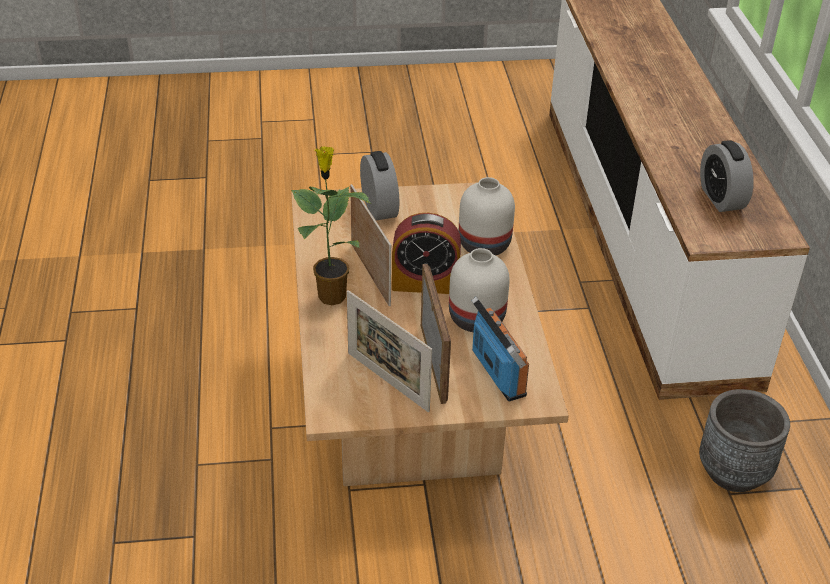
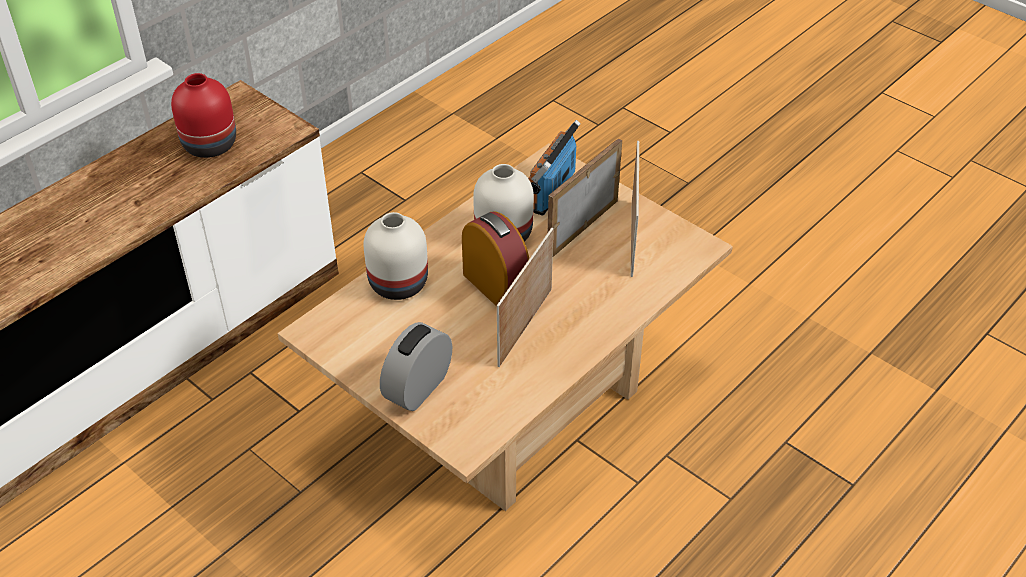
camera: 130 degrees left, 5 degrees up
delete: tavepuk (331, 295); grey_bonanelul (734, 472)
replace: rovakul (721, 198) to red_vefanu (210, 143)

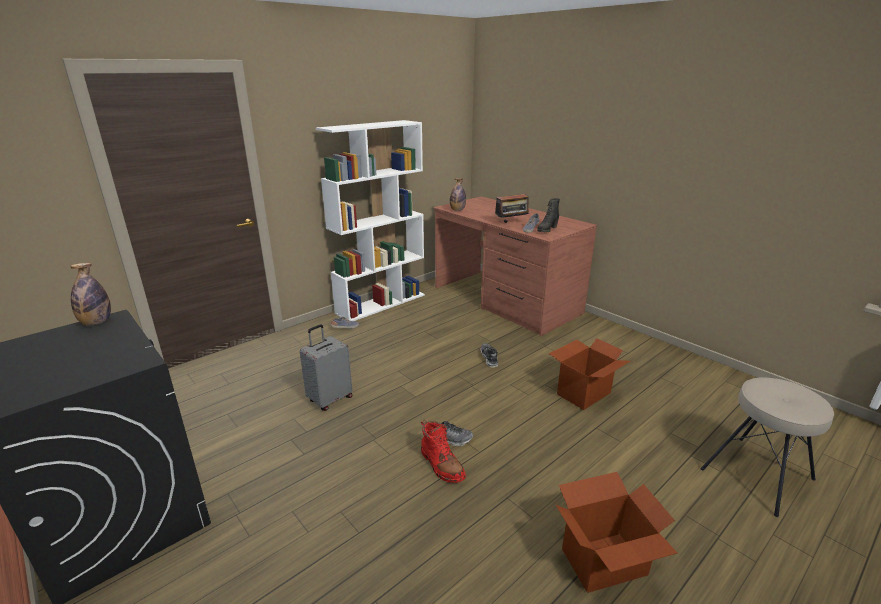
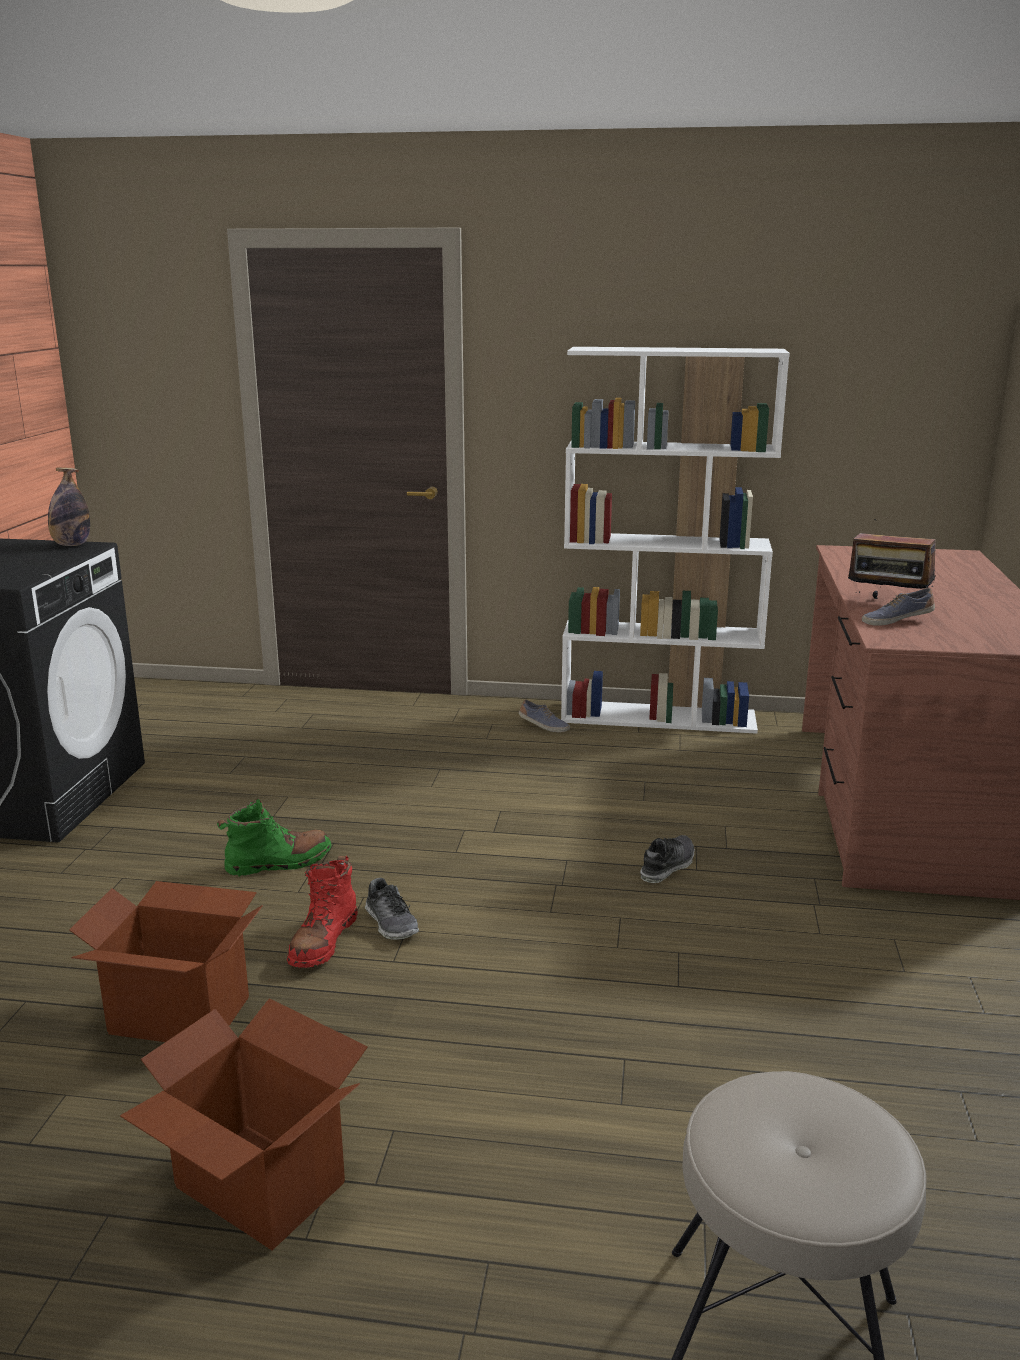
camera: 50 degrees right, 5 degrees down
delete: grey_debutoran (330, 399); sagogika (457, 210); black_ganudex (547, 229)
insert: green_ganudex (279, 862)
move: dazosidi (583, 393) to (180, 1014)

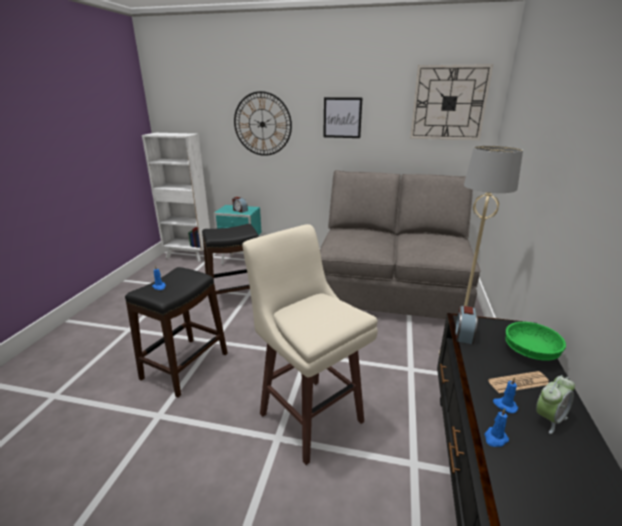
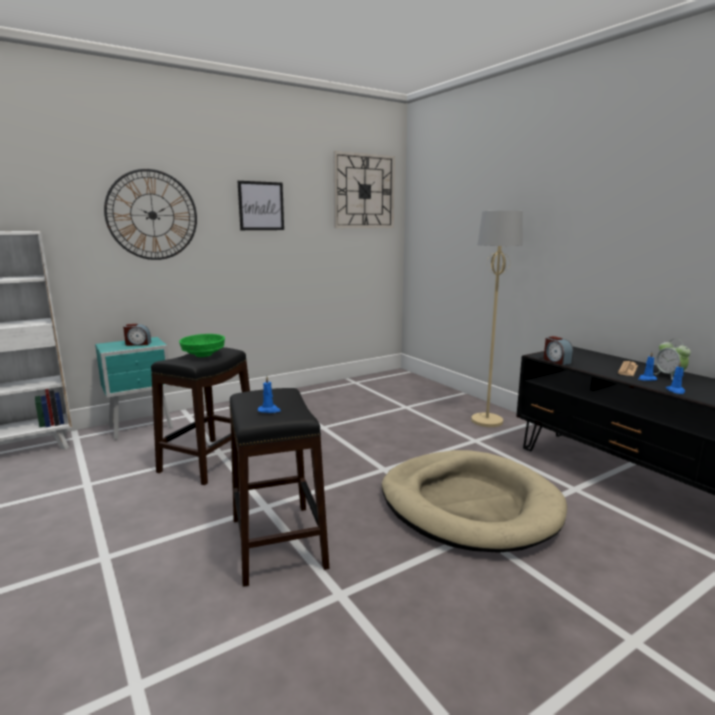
camera: 45 degrees left, 10 degrees down
delete: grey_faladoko (391, 292)
move: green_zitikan (529, 352) to (203, 355)
replace: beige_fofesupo (309, 415) to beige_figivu (469, 505)
rotate: rovakul (548, 418) = (669, 376) 150 degrees clockwise

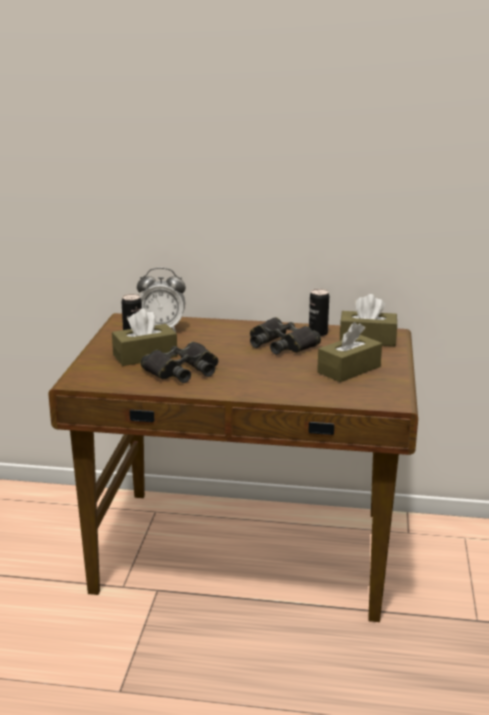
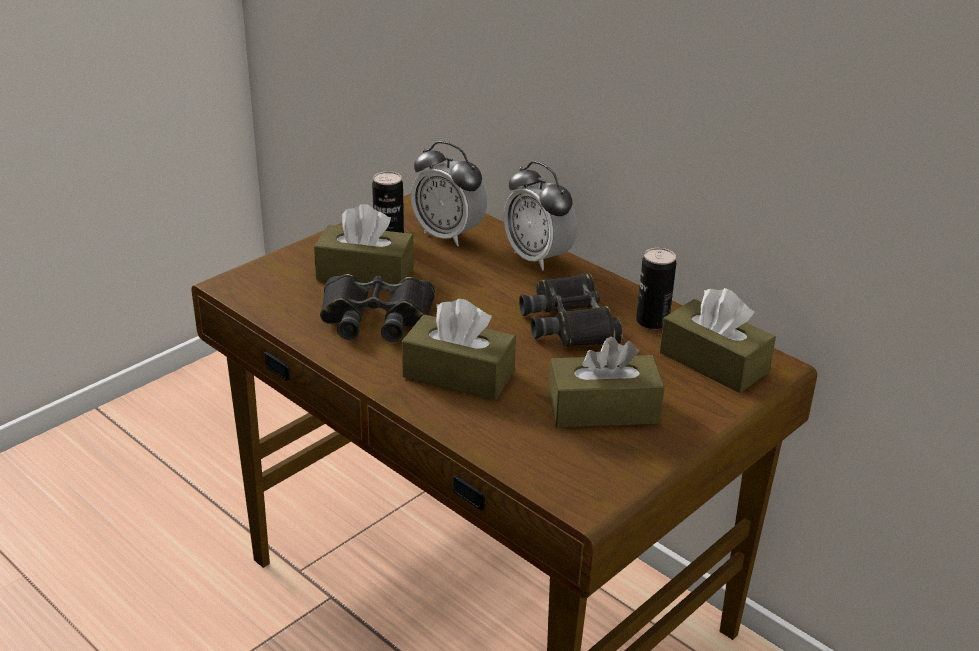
camera: 35 degrees right, 10 degrees up
insert: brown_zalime (458, 374); rovakul (538, 258)

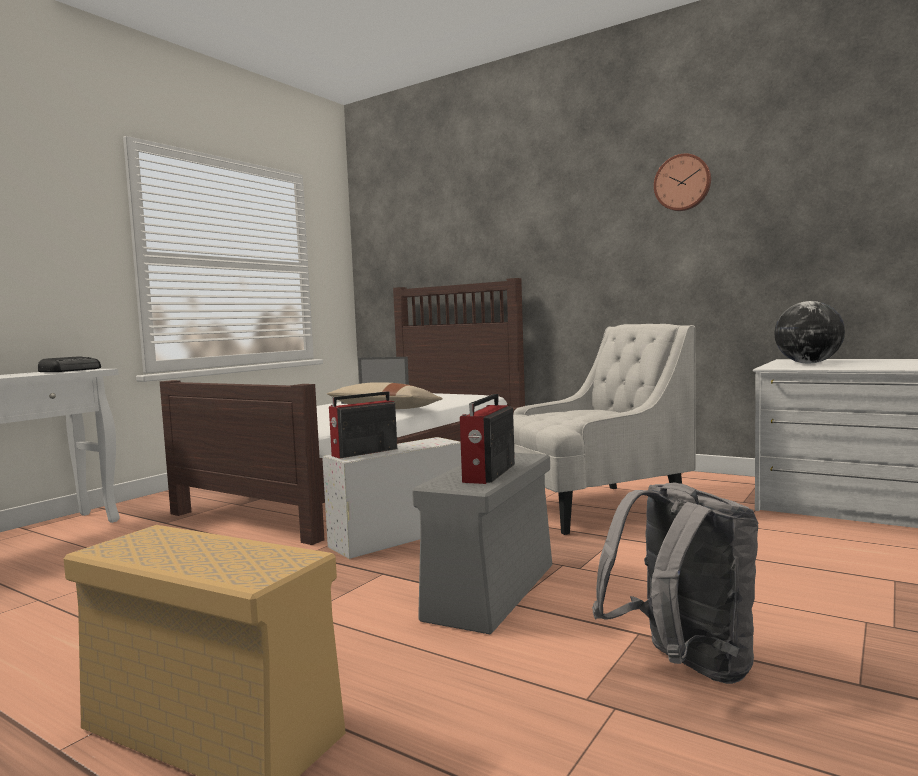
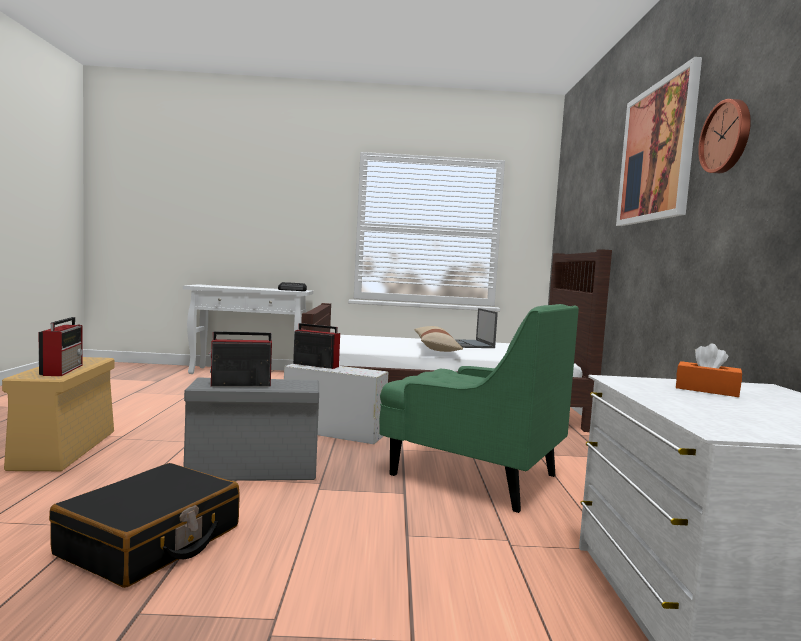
camera: 55 degrees right, 0 degrees up
insert: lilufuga (63, 370); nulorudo (656, 153)
replace: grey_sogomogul (682, 668) to black_debutoran (151, 541); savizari (808, 363) to orange_zalime (707, 390)
recolor: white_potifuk (590, 509) to green_potifuk (472, 474)

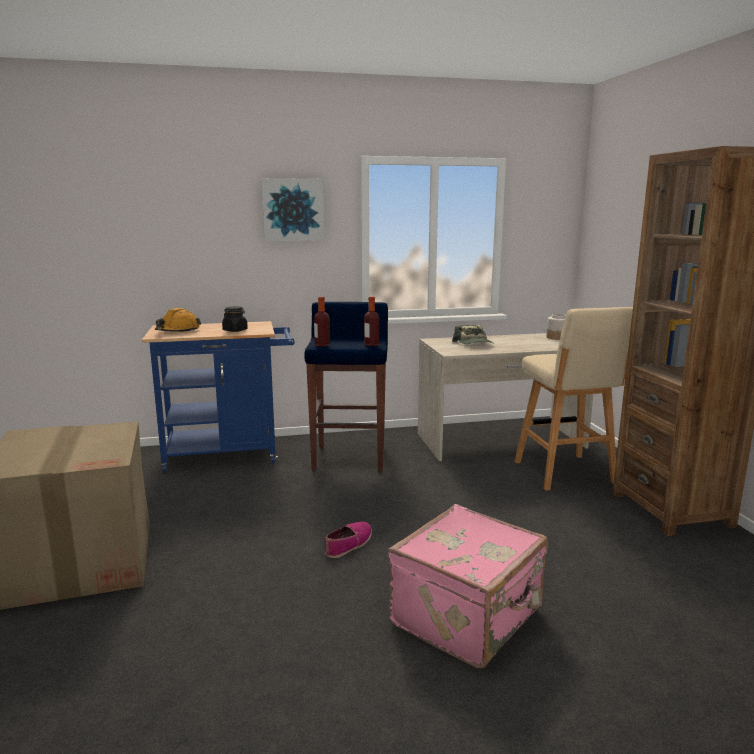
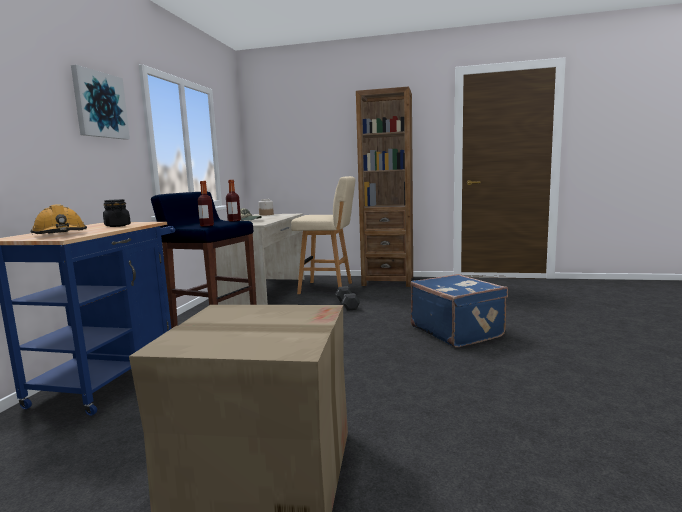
camera: 65 degrees left, 5 degrees down
delete: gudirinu (348, 544)
insert: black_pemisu (347, 305)
recolor: pink_debutoran (469, 617) to blue_debutoran (457, 331)

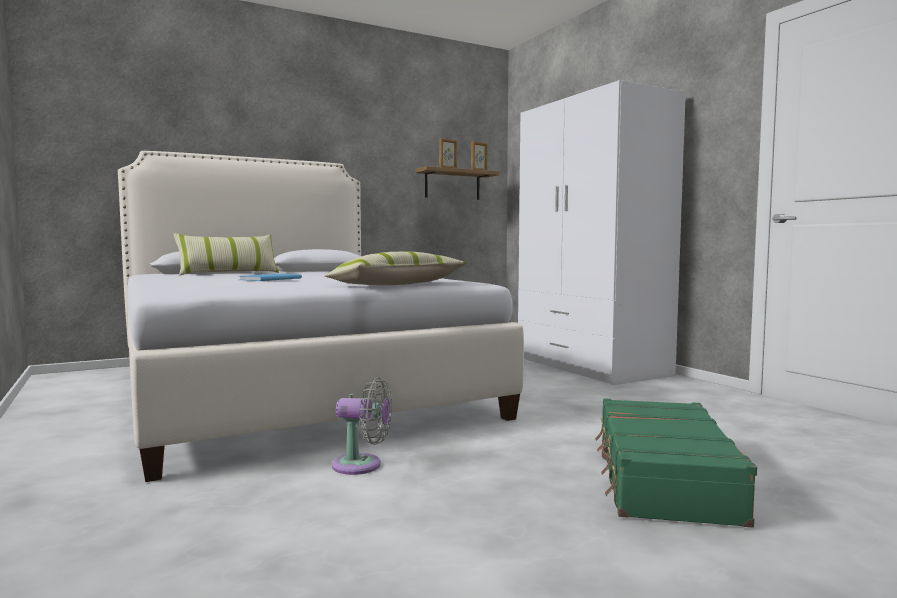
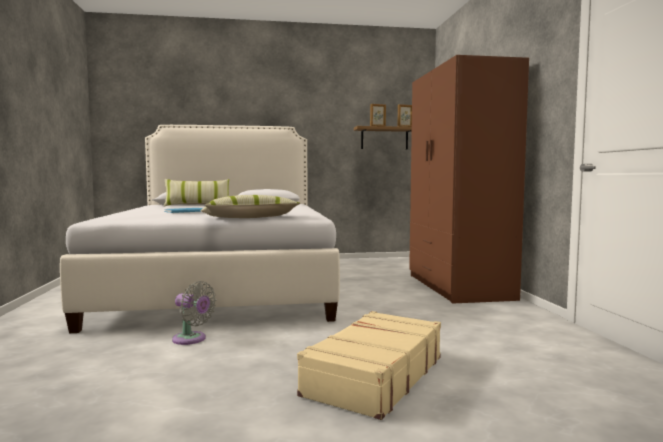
camera: 20 degrees right, 0 degrees up
recolor: green_debutoran (662, 478) to beige_debutoran (374, 376); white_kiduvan (590, 366) to brown_kiduvan (458, 287)

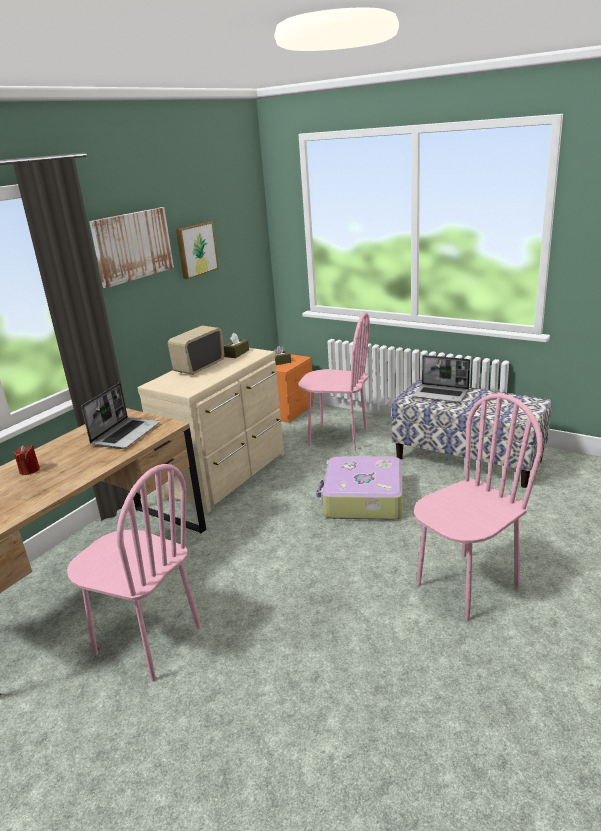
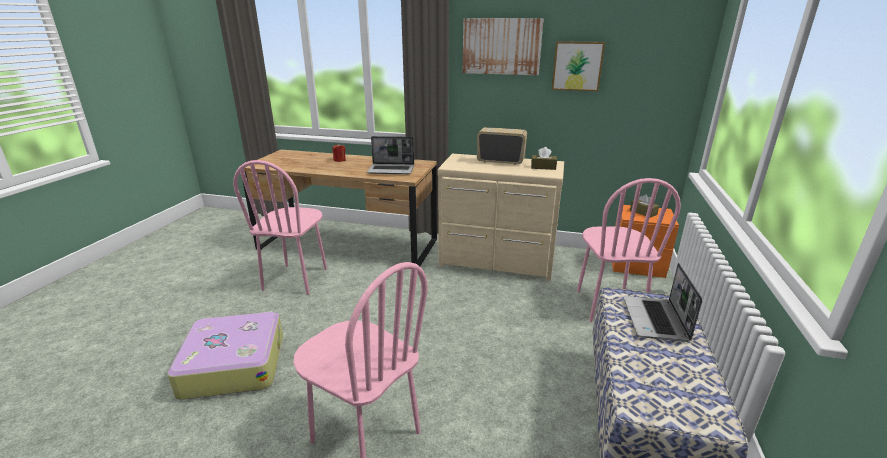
camera: 70 degrees right, 0 degrees up
move: debutoran (362, 499) to (233, 364)

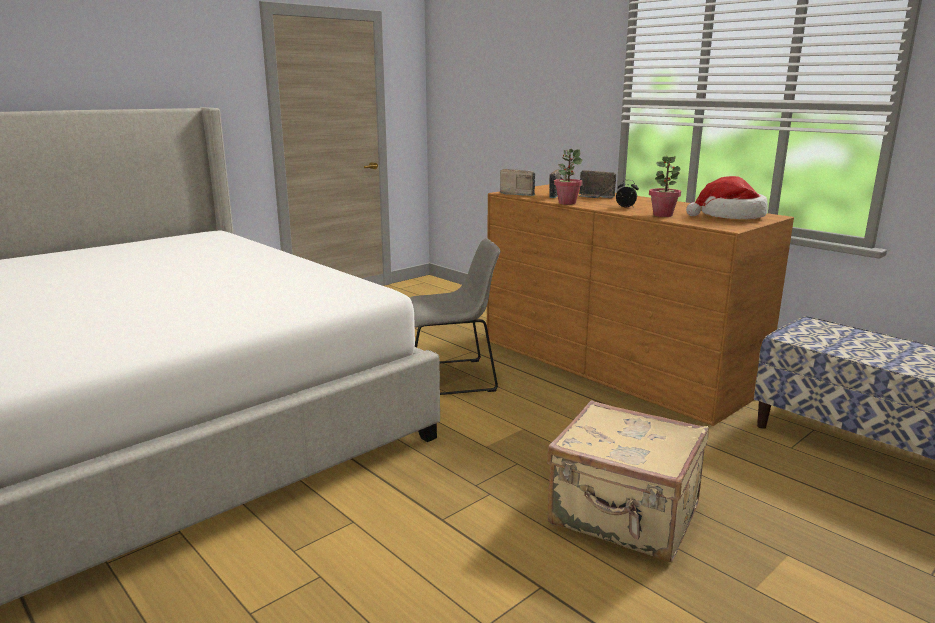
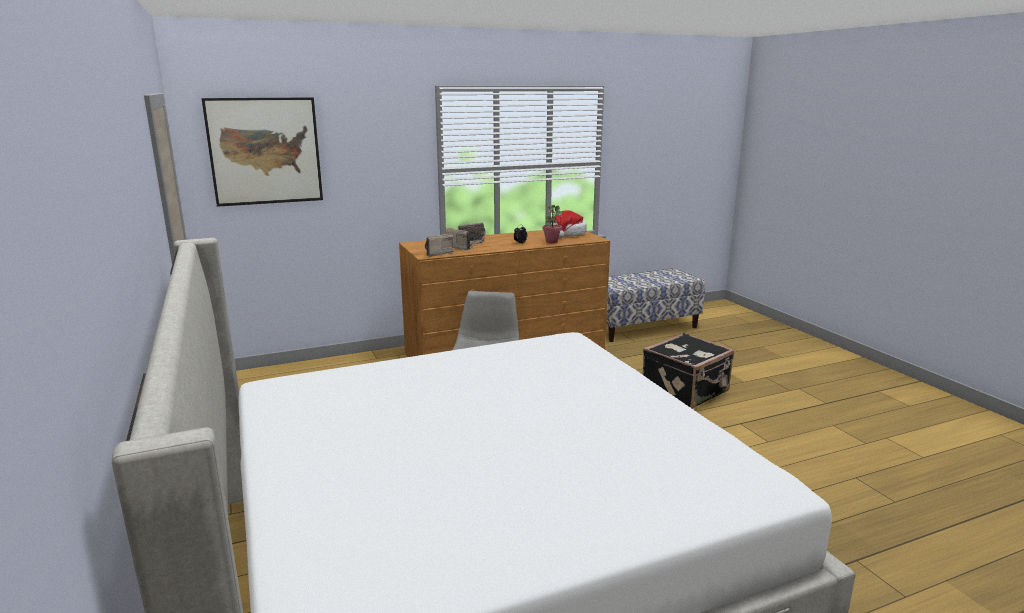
camera: 70 degrees left, 0 degrees up
delete: tavepuk (567, 203)
insert: nulorudo (265, 151)
recolor: beige_debutoran (624, 517) to black_debutoran (686, 392)

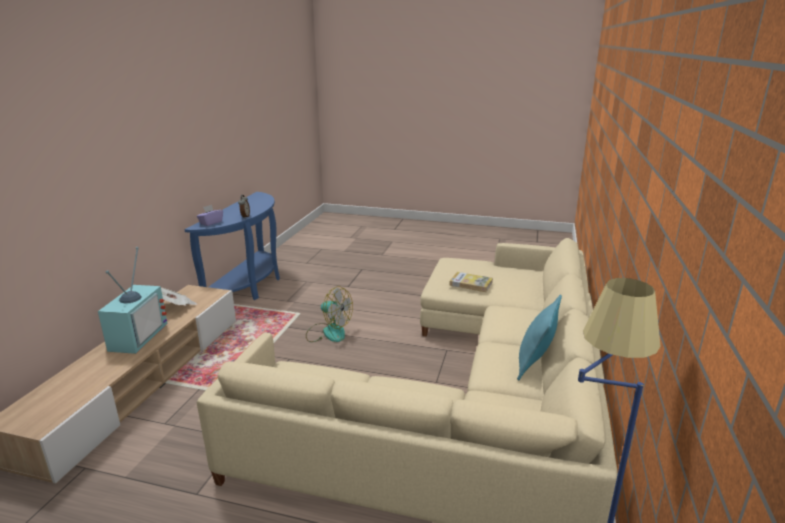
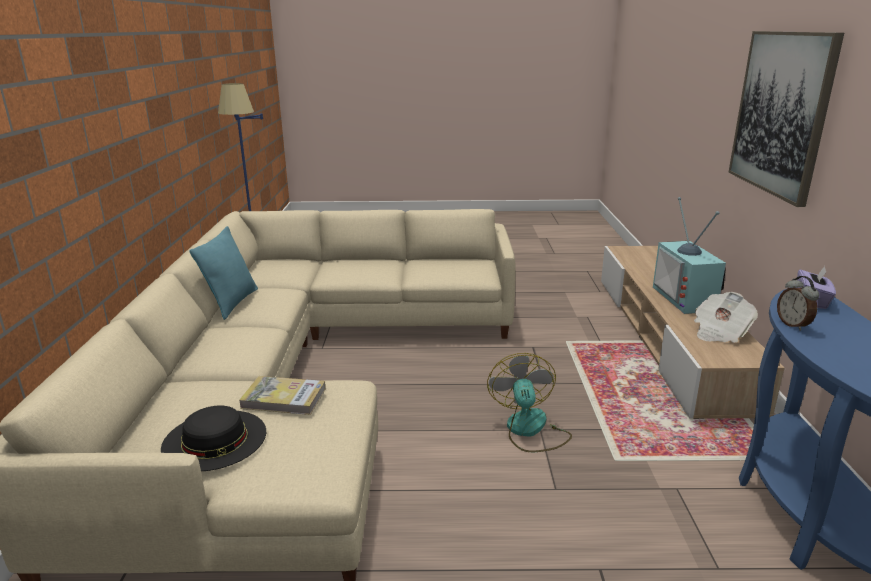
camera: 165 degrees right, 0 degrees up
insert: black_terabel (214, 439); nulorudo (781, 113)
rotate: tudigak (328, 332) = (529, 430) 75 degrees clockwise

